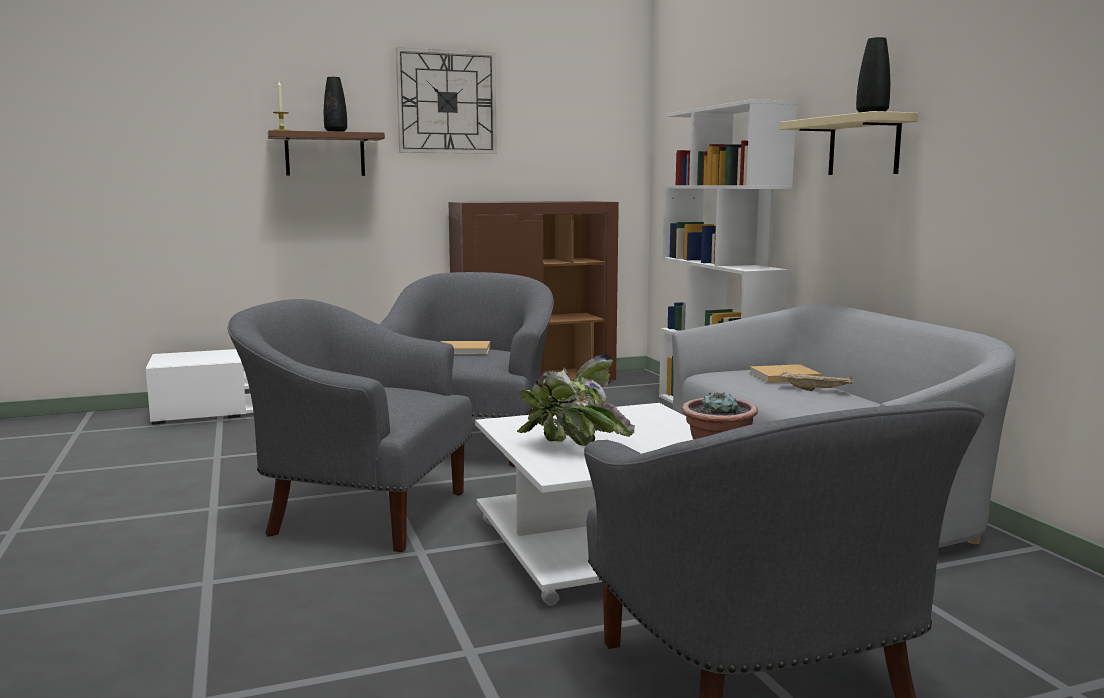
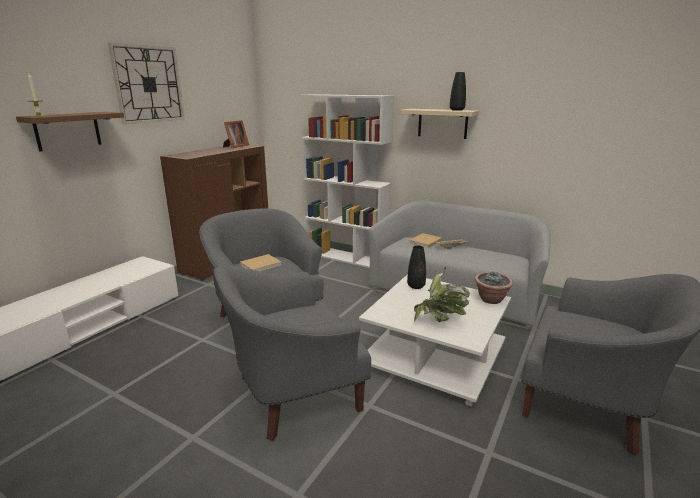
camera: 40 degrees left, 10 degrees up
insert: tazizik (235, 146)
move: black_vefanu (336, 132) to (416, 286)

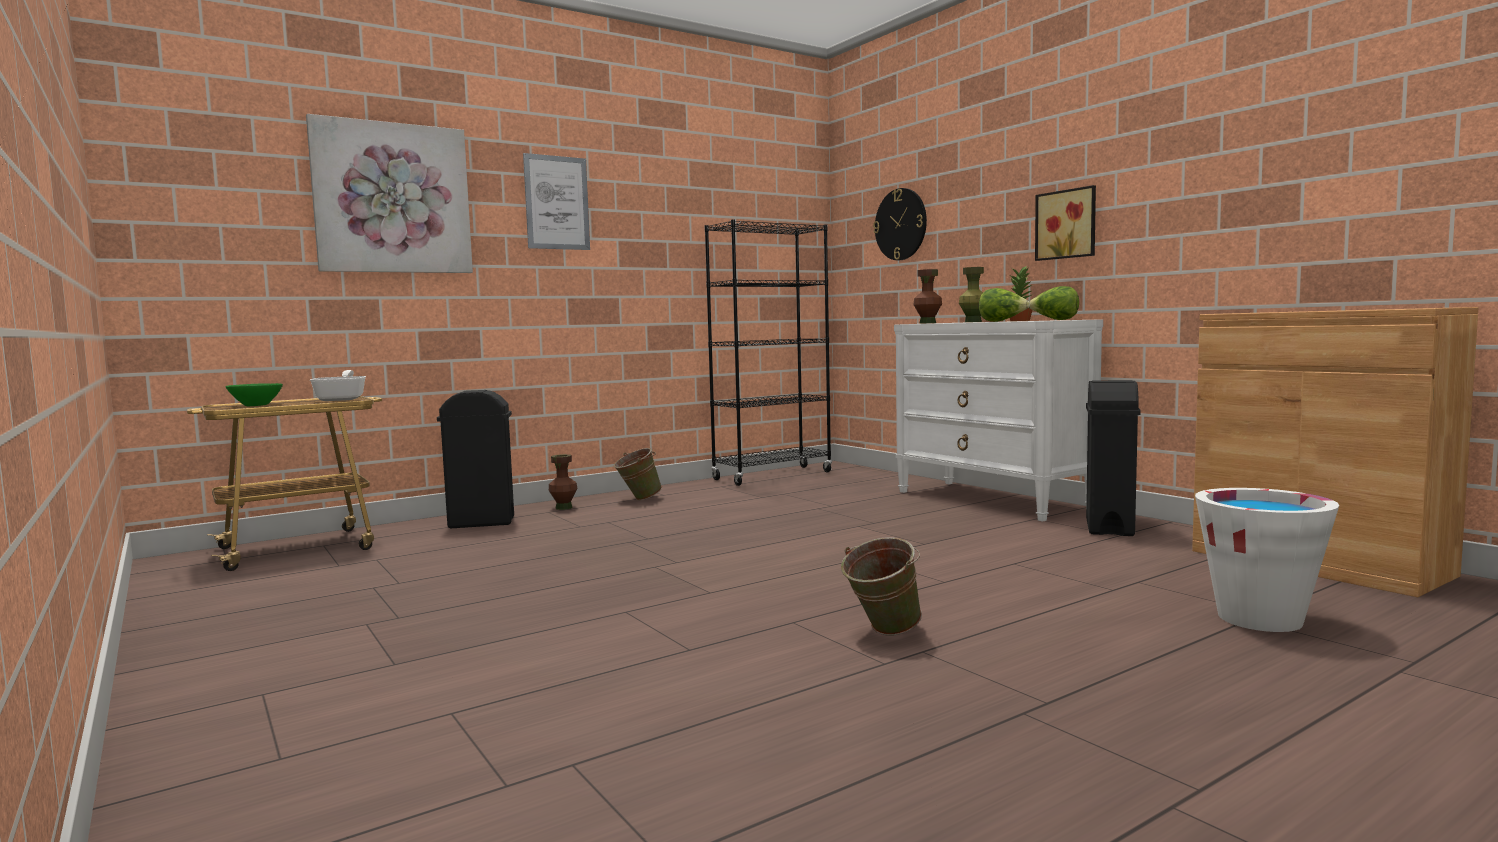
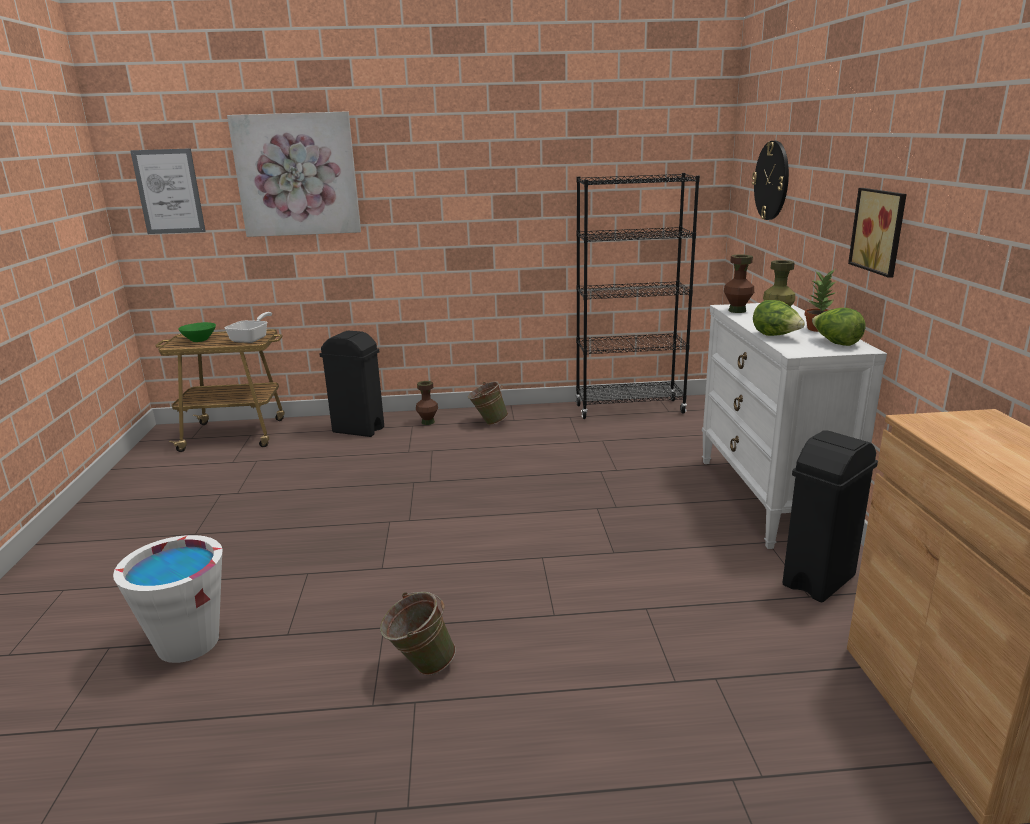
camera: 30 degrees right, 15 degrees up
move: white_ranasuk (1259, 619) to (188, 643); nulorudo (557, 203) to (169, 191)

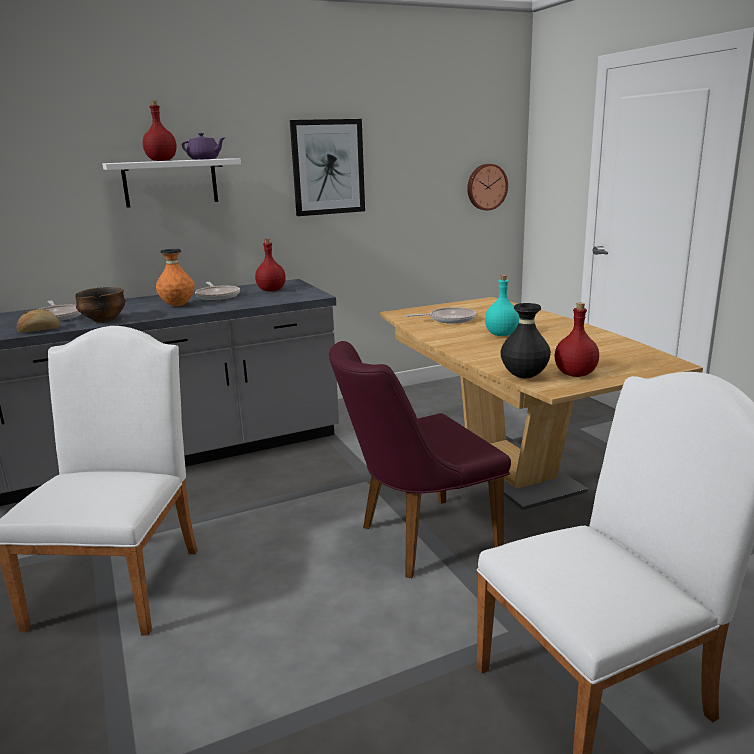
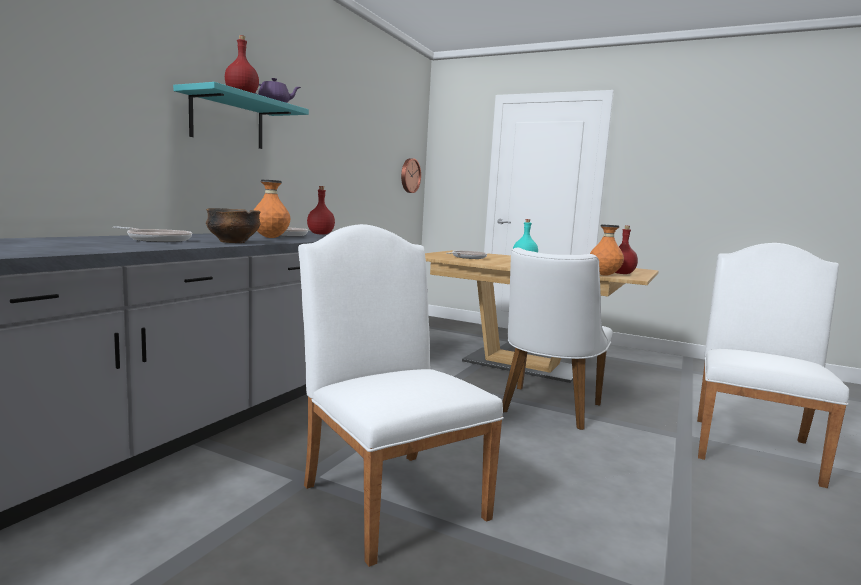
camera: 40 degrees left, 10 degrees down
delete: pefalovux (39, 330); nulorudo (328, 167)
recolor: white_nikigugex (170, 182) to turquoise_nikigugex (227, 121); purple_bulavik (416, 540) to white_bulavik (546, 410); black_vefanu (524, 377) to orange_vefanu (604, 275)

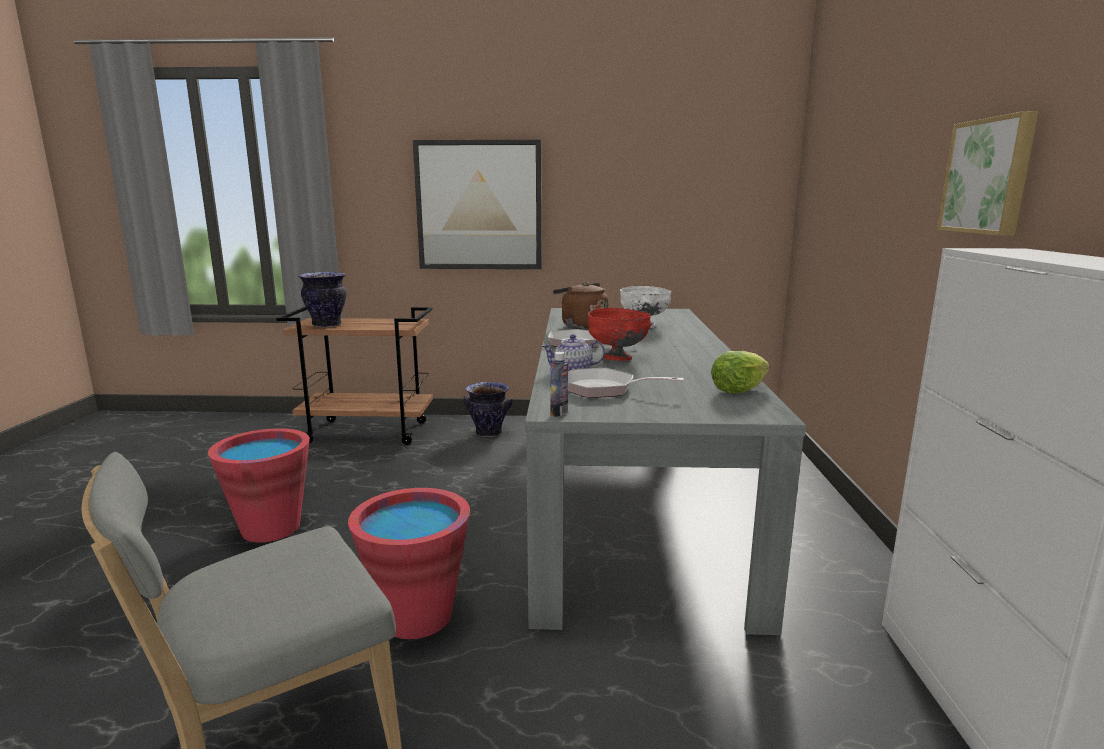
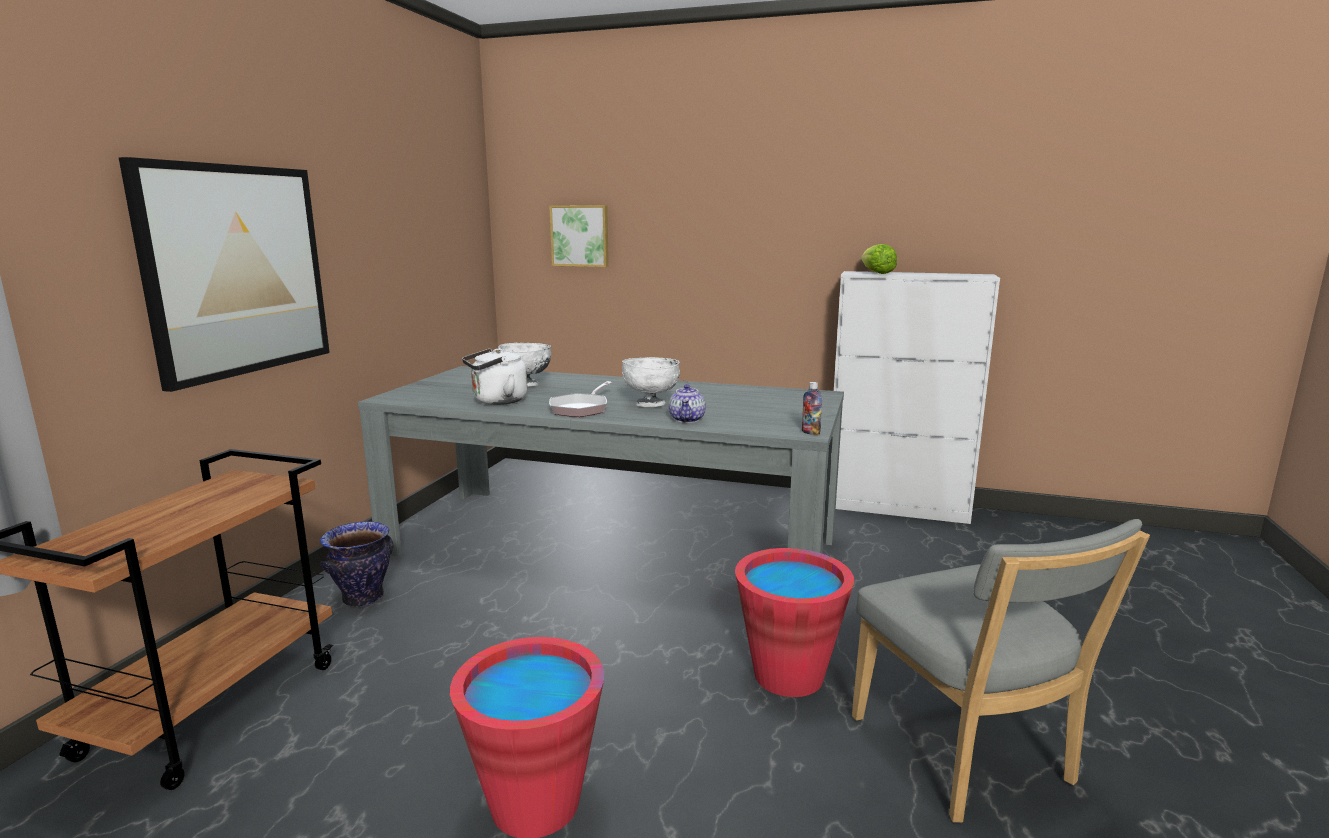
camera: 75 degrees left, 0 degrees up
delete: vefanu (327, 325); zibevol (604, 389)
move: nulorudo (989, 176) to (580, 236); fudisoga (737, 390) to (876, 273)
recolor: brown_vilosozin (581, 326) to white_vilosozin (497, 401); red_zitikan (617, 358) to white_zitikan (651, 404)

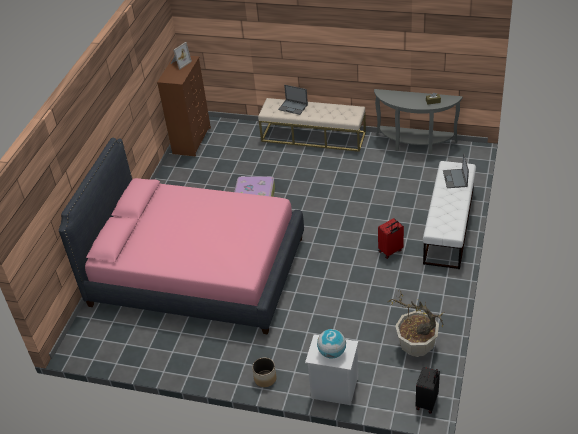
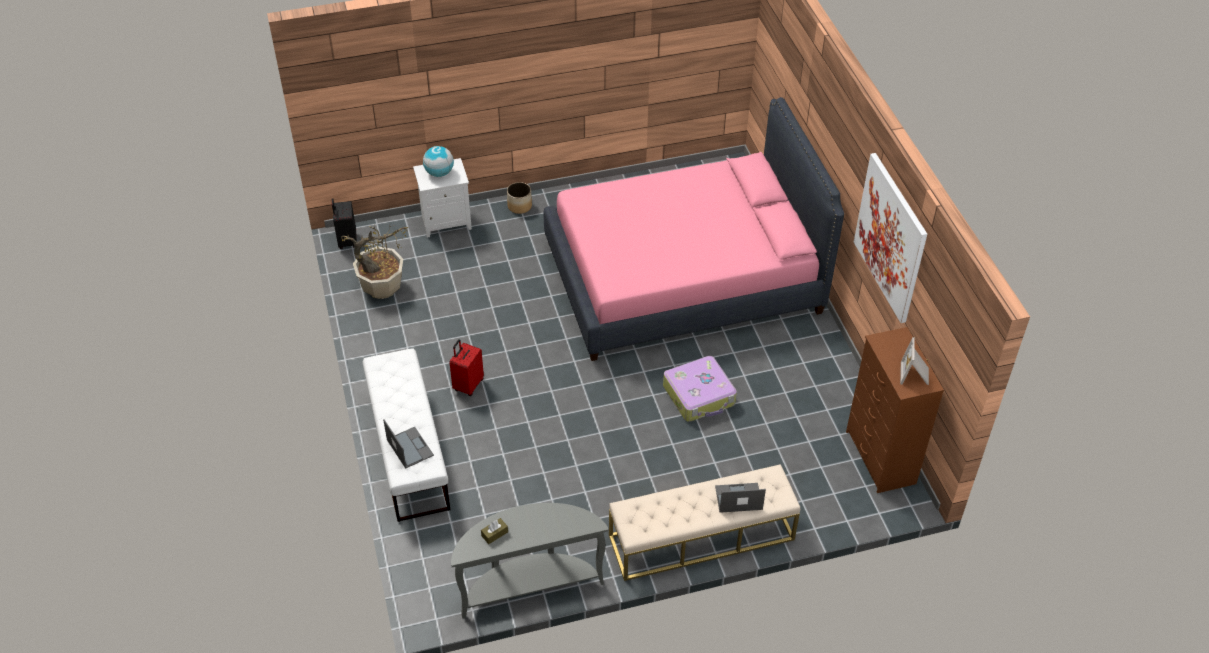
camera: 145 degrees right, 5 degrees up
insert: nulorudo (890, 237)

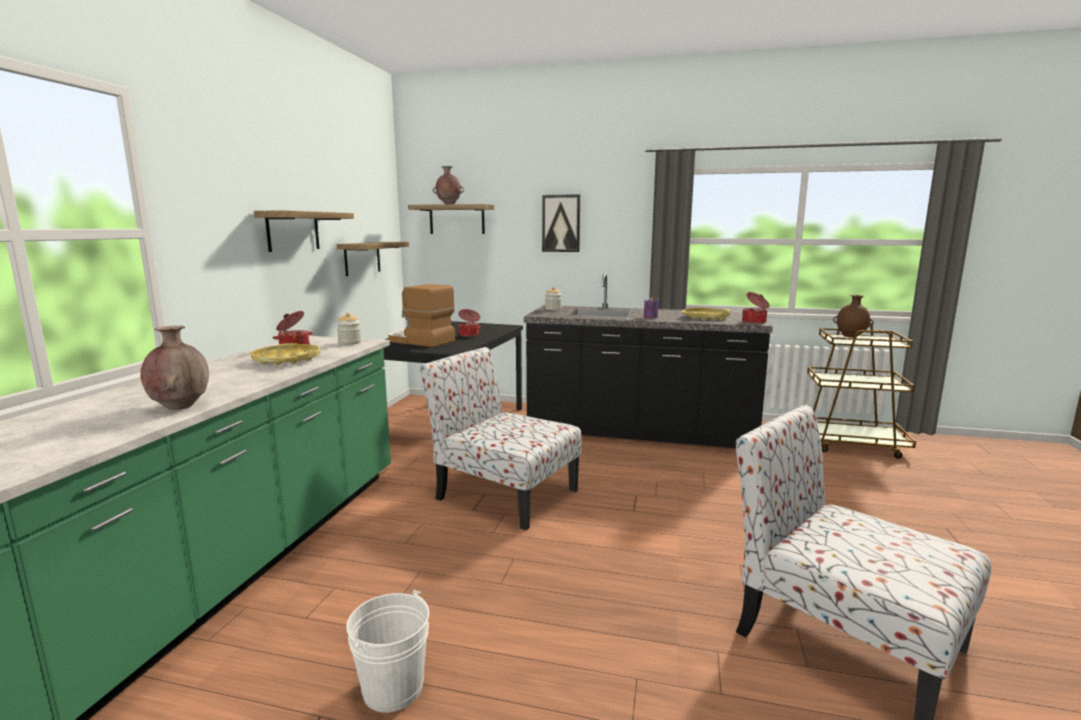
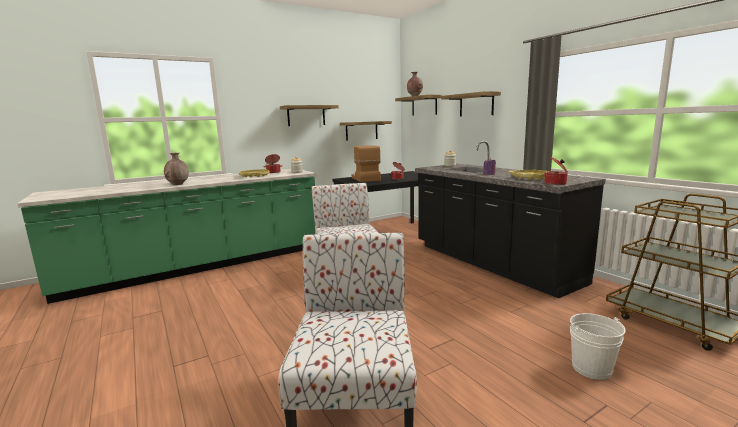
camera: 45 degrees right, 0 degrees up
delete: brown_vefanu (851, 337)
move: white_ranasuk (393, 688) to (591, 368)
replace: nulorudo (561, 223) to nikigugex (476, 104)

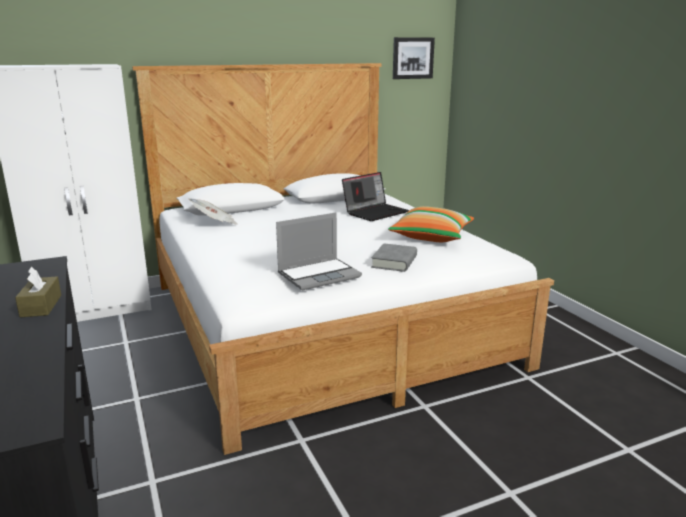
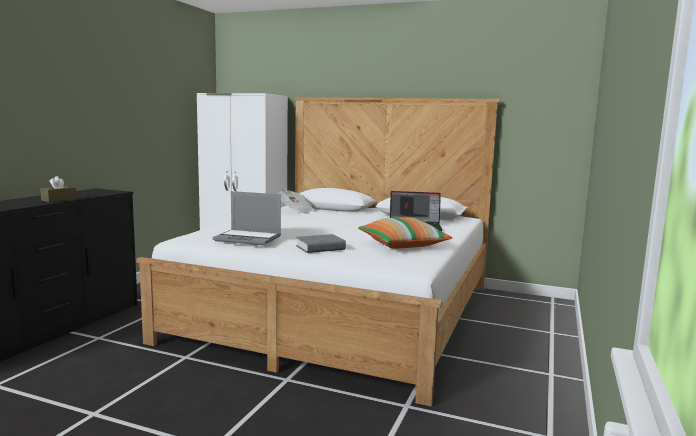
camera: 45 degrees right, 10 degrees down
delete: nulorudo (412, 58)

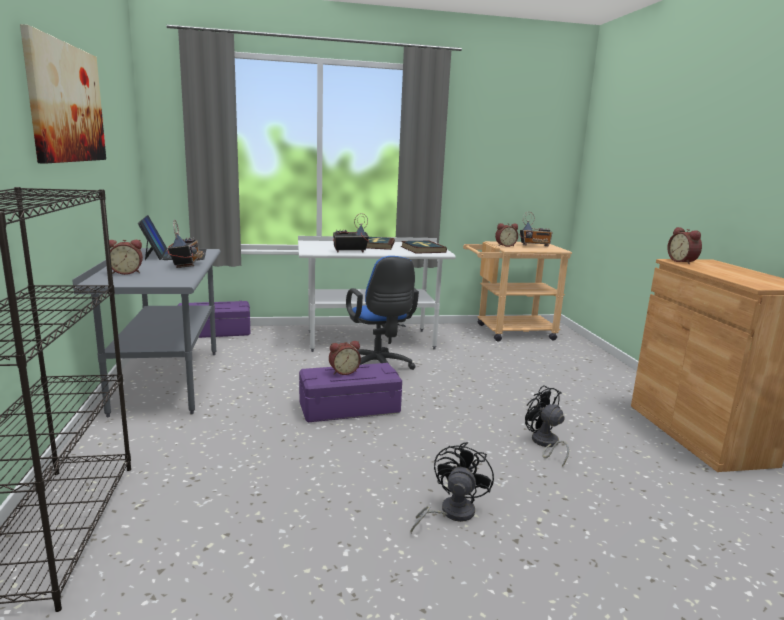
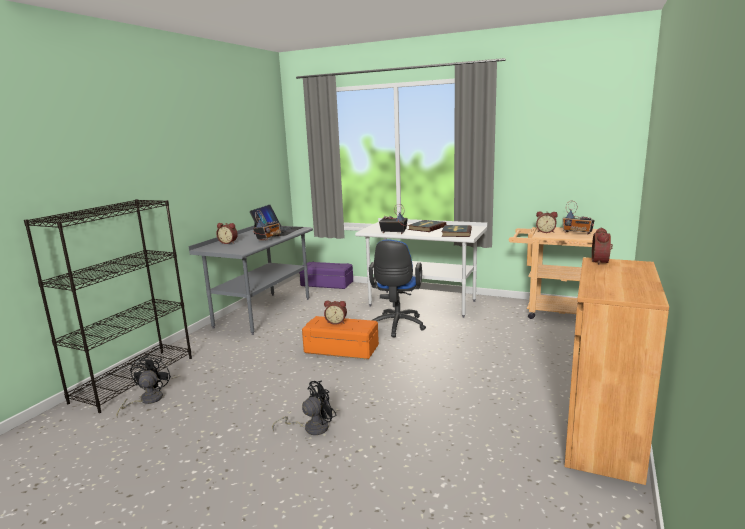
camera: 35 degrees right, 0 degrees up
delete: nulorudo (66, 103)
move: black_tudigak (545, 444) to (147, 400)
recolor: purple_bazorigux (349, 407) to orange_bazorigux (342, 349)

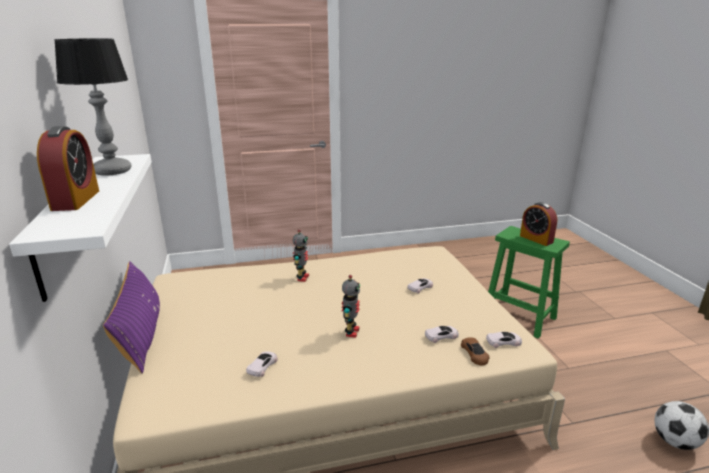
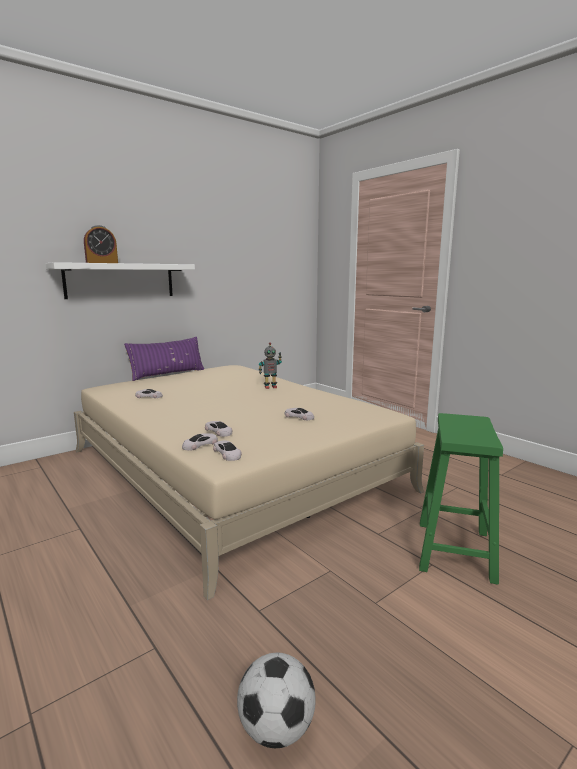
camera: 65 degrees right, 10 degrees down
delete: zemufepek (113, 171); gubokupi (351, 332); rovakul (536, 239)
recolor: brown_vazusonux (474, 354) to white_vazusonux (199, 445)

